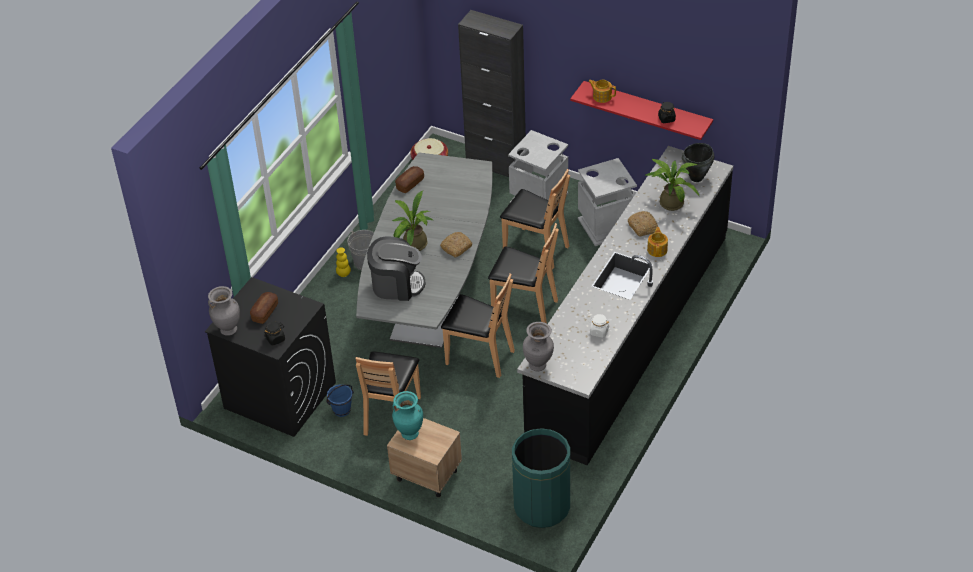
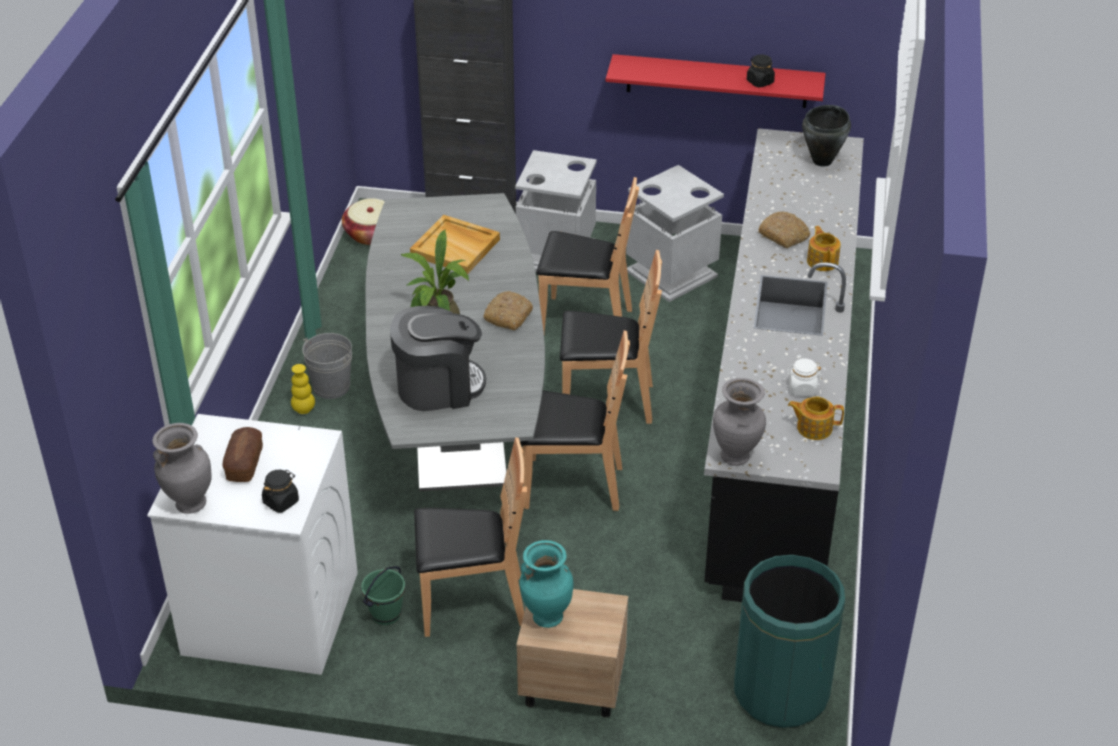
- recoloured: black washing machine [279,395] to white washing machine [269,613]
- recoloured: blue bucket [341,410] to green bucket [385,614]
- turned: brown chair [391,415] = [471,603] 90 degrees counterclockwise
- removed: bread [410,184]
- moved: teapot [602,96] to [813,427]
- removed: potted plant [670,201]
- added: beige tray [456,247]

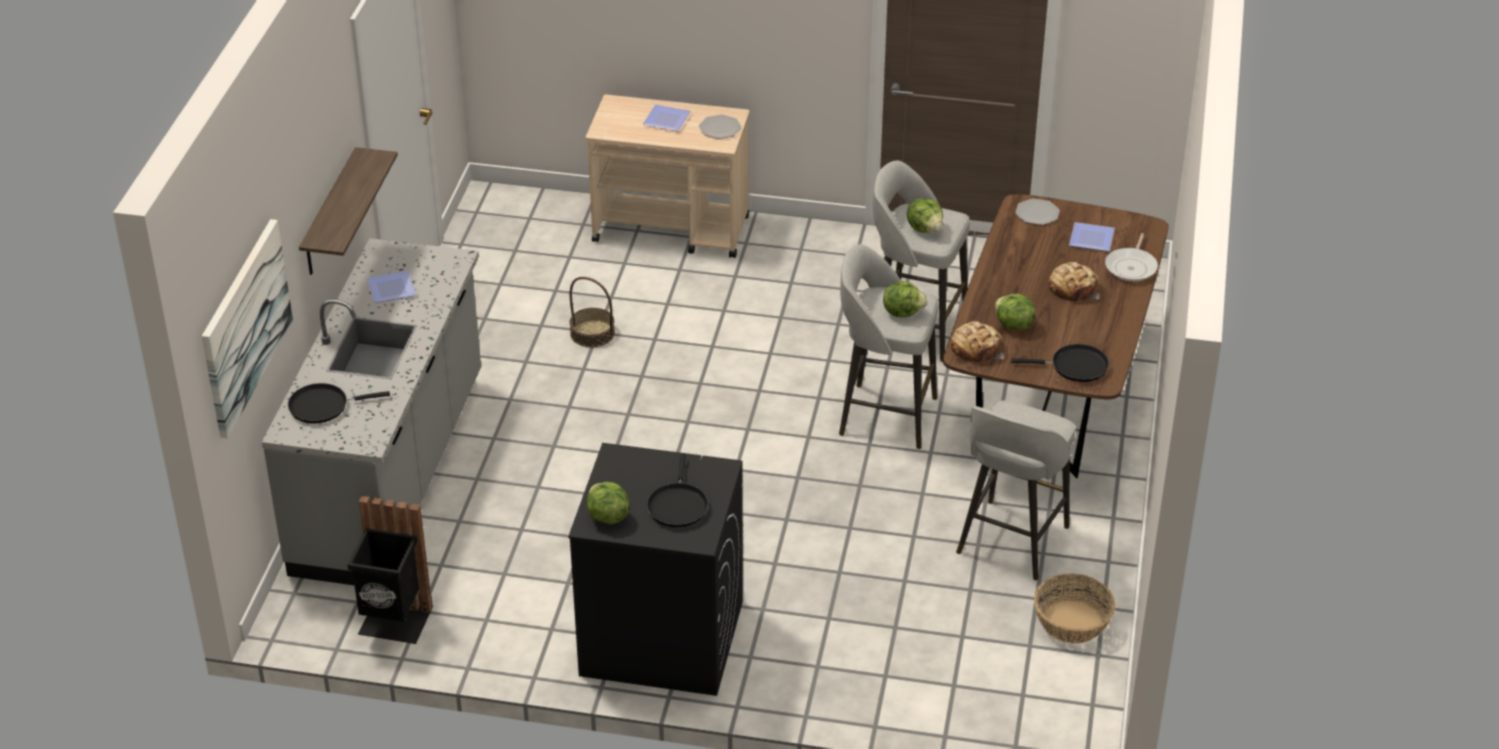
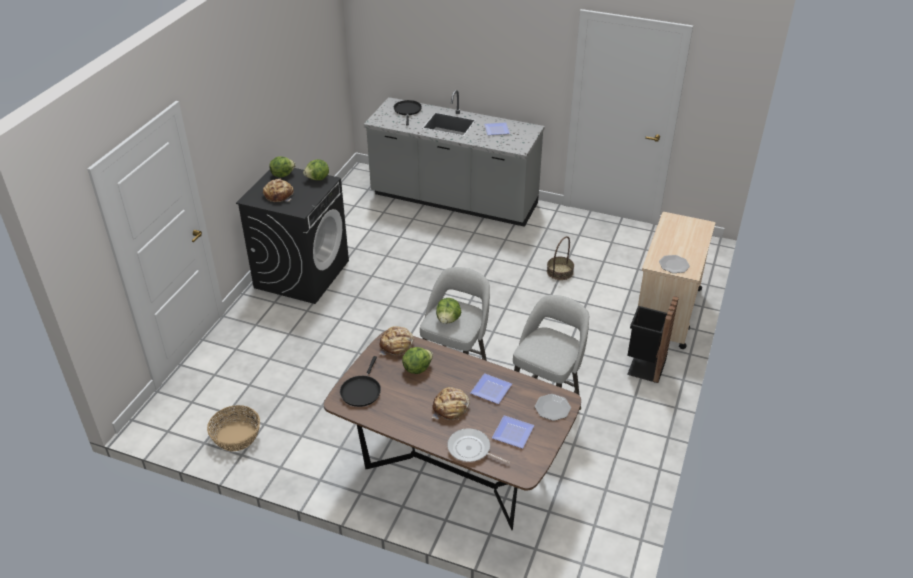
- removed: picture [245,326]
- removed: shelf [330,214]
- moved: black trash can [394,623] to [644,366]
- moved: plate [666,119] to [492,389]
- replaced: black frying pan [677,505] to bread [279,195]
- moved: lettuce [925,228] to [318,179]
- removed: grey stool [1010,542]

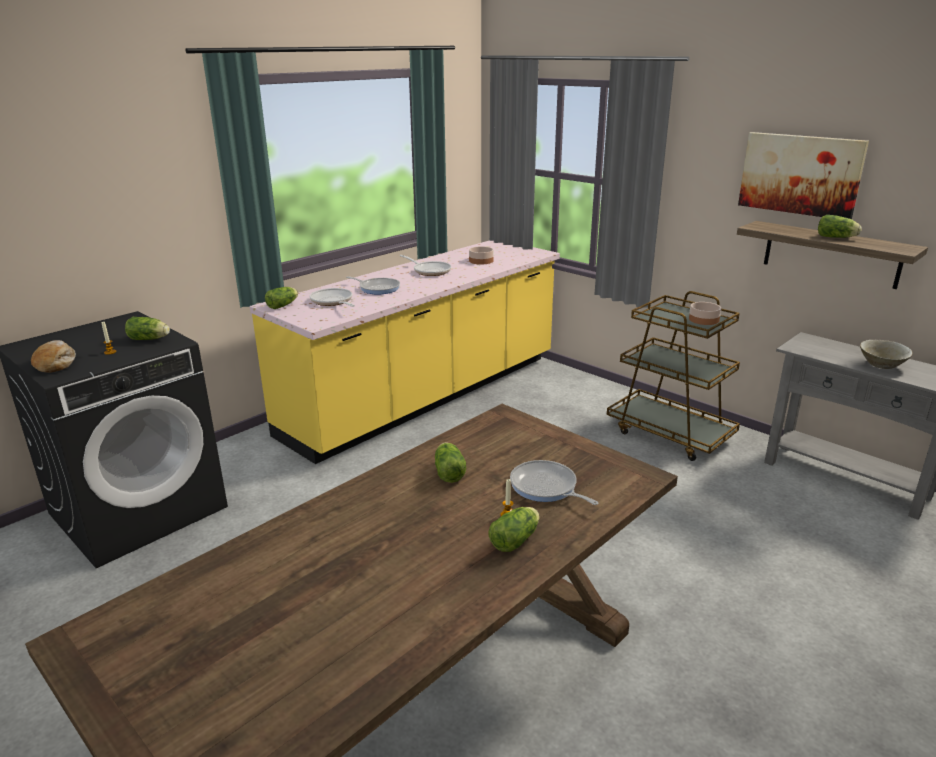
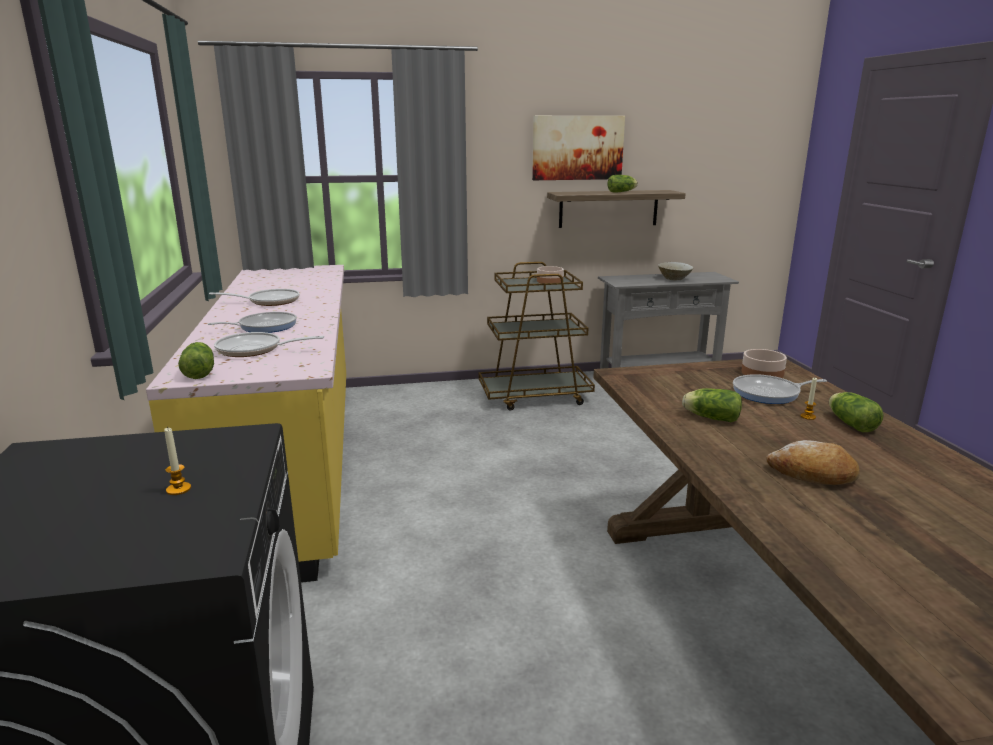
- moved: bread [56,363] to [812,474]
- removed: lettuce [150,339]
- moved: bowl [481,261] to [762,373]

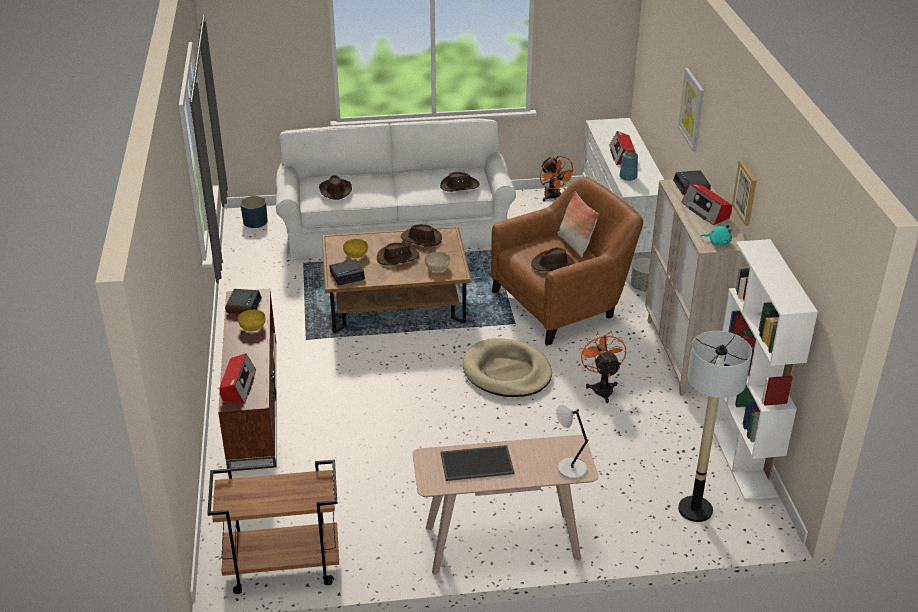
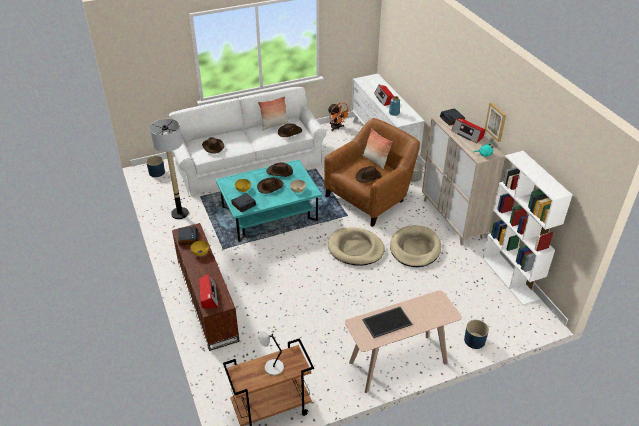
- recoloured: brown coffee table [396,302] to turquoise coffee table [269,213]
- moved: grey table lamp [570,468] to [272,367]
- replaced: orange fan [602,387] to beige dog bed [415,248]
- removed: picture [692,109]
- moved: floor lamp [695,509] to [180,213]
- added: pillow [274,125]
- added: blue planter [474,340]

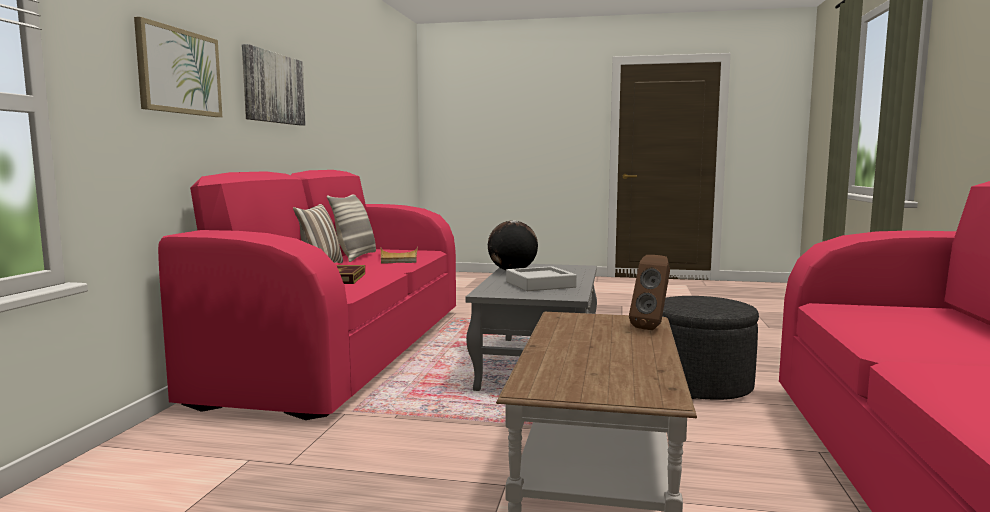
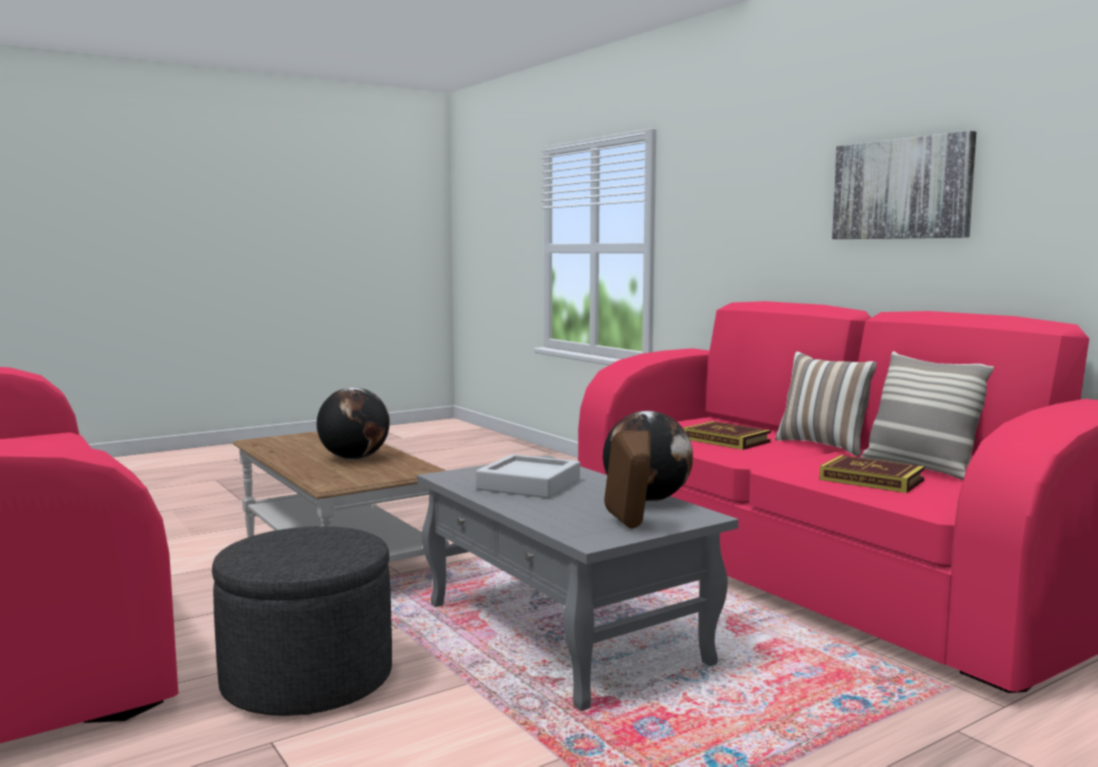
- removed: picture [179,71]
- replaced: beige tray [399,258] to book [871,480]
- moved: brown speaker [652,328] to [631,528]
- added: globe [354,458]

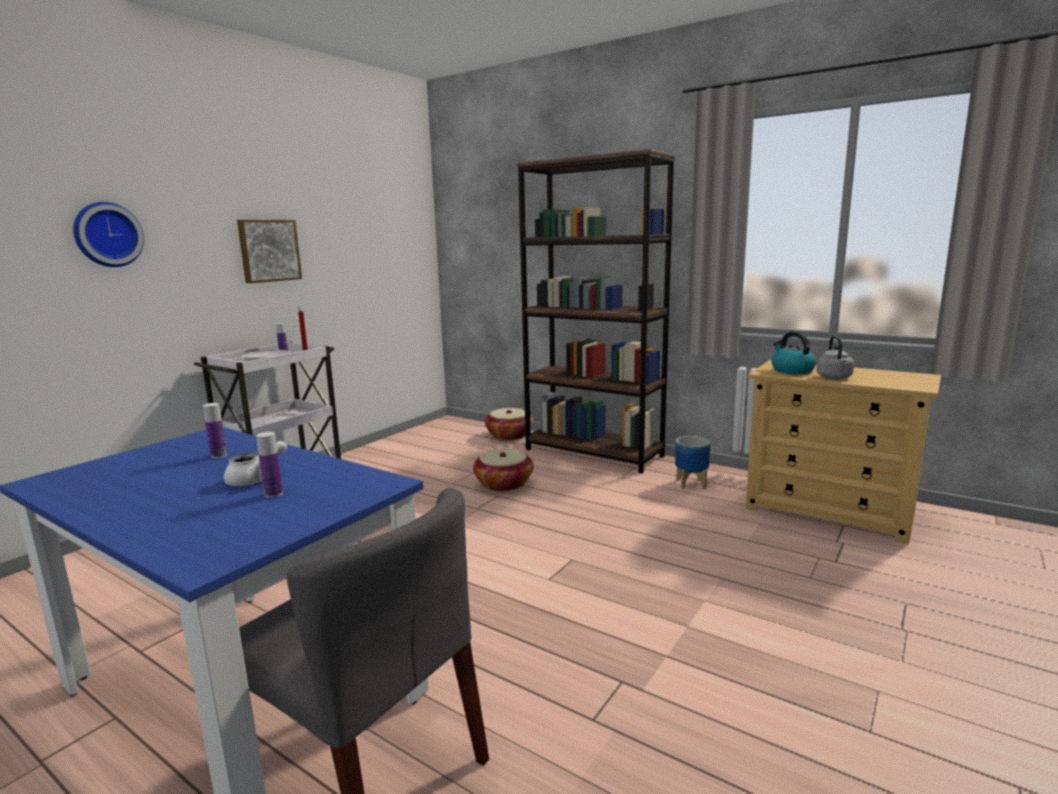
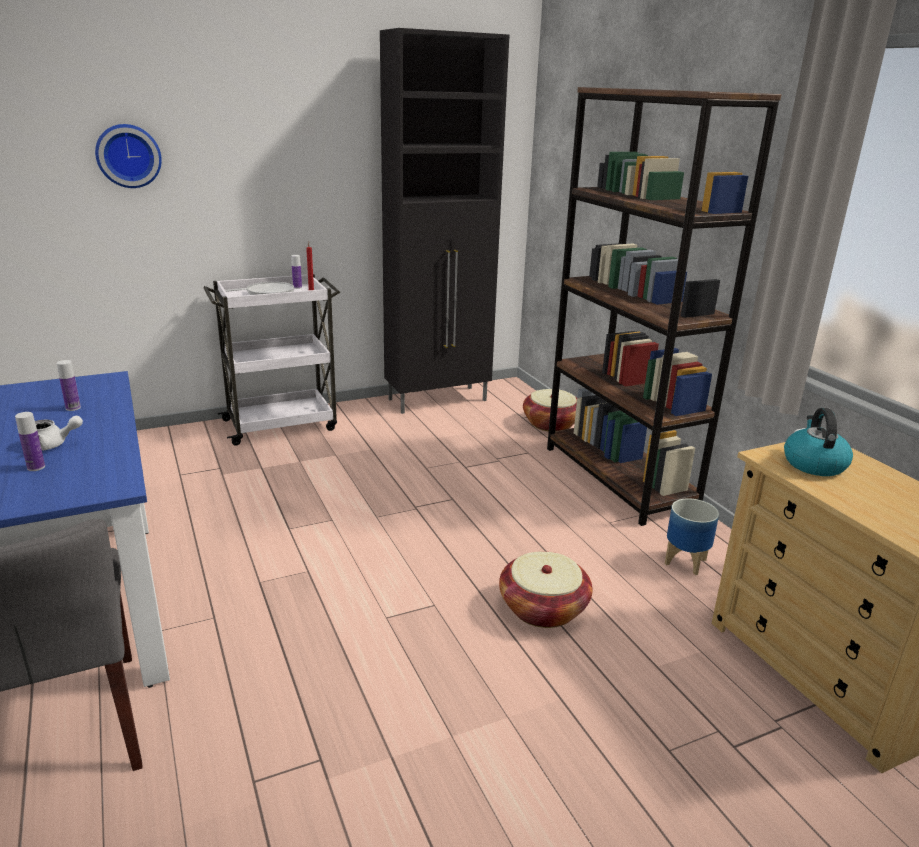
- removed: picture [268,250]
- moved: basket [504,484] to [543,608]
- removed: grey kettle [834,378]
- added: black cabinet [439,400]

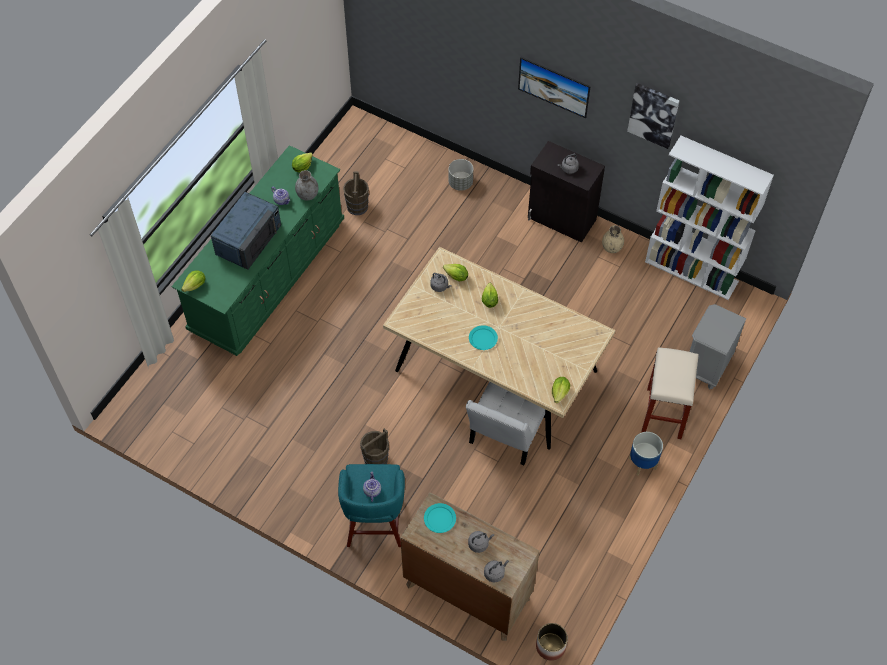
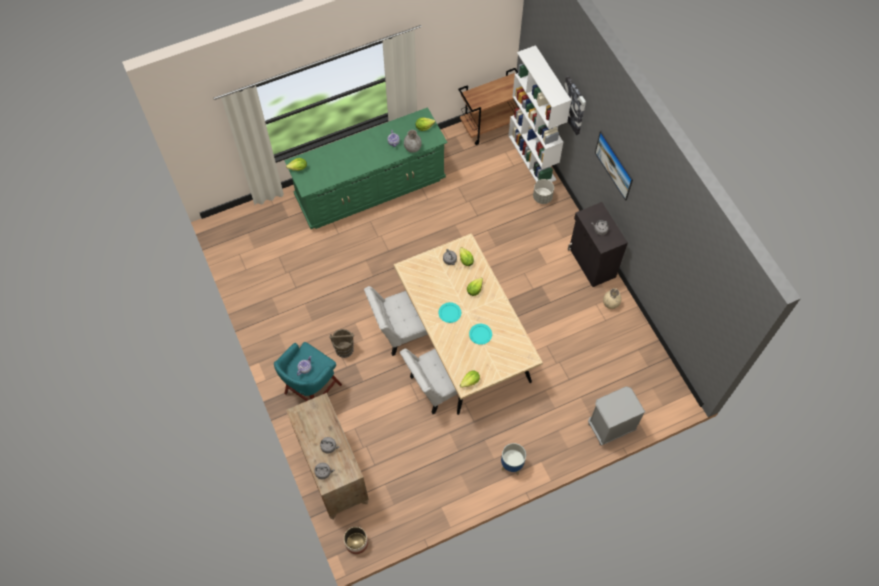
- removed: blue microwave [248,239]
- removed: brown bucket [357,207]
- moved: turquoise plate [440,519] to [480,334]
- moved: picture [653,114] to [574,105]
- removed: beige stool [664,414]
- moved: white bookcase [692,271] to [532,157]
- added: white chair [402,330]
- added: brown cart [491,125]

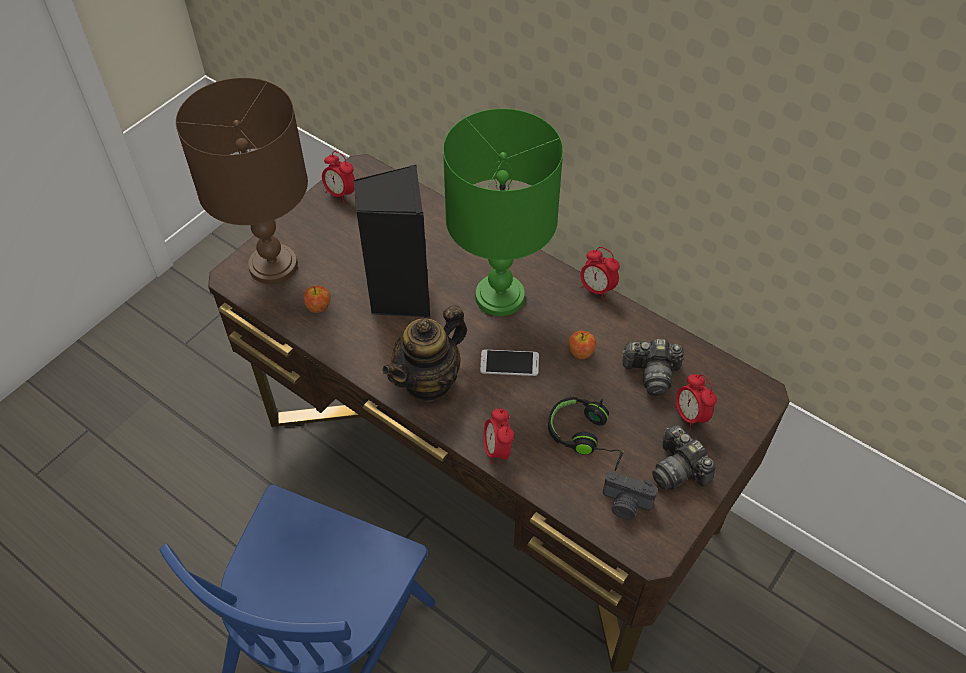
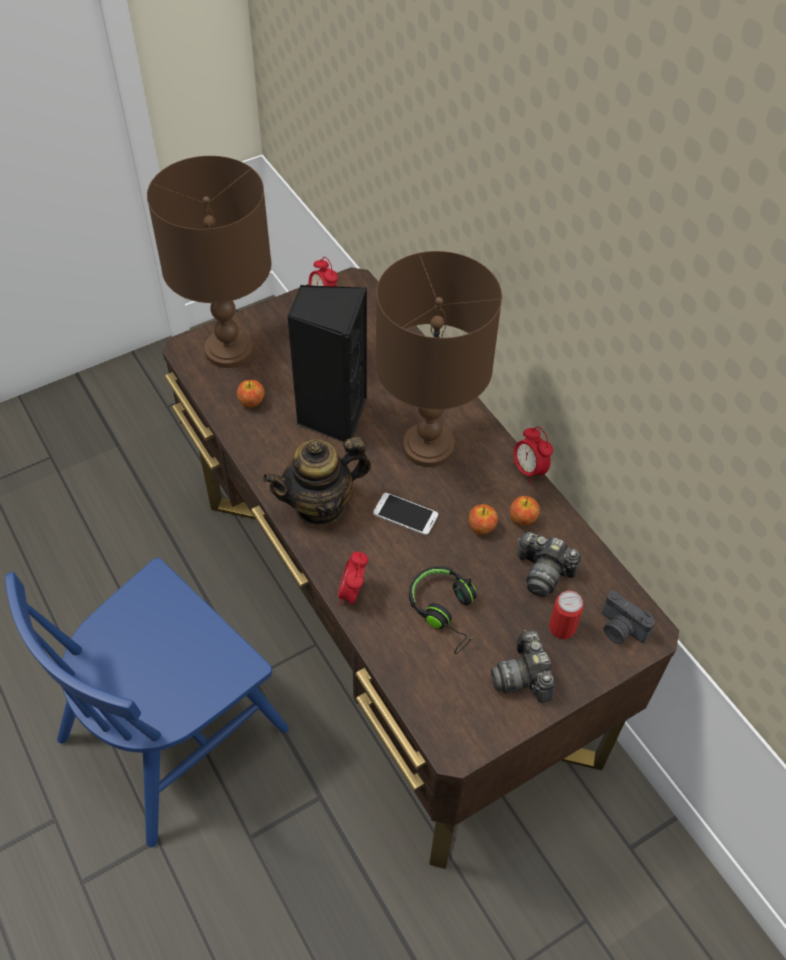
- recoloured: green table lamp [500,297] to brown table lamp [428,447]
- moved: photo camera [625,504] to [620,629]
- replaced: alarm clock [690,415] to can [562,627]
- added: apple [523,519]

